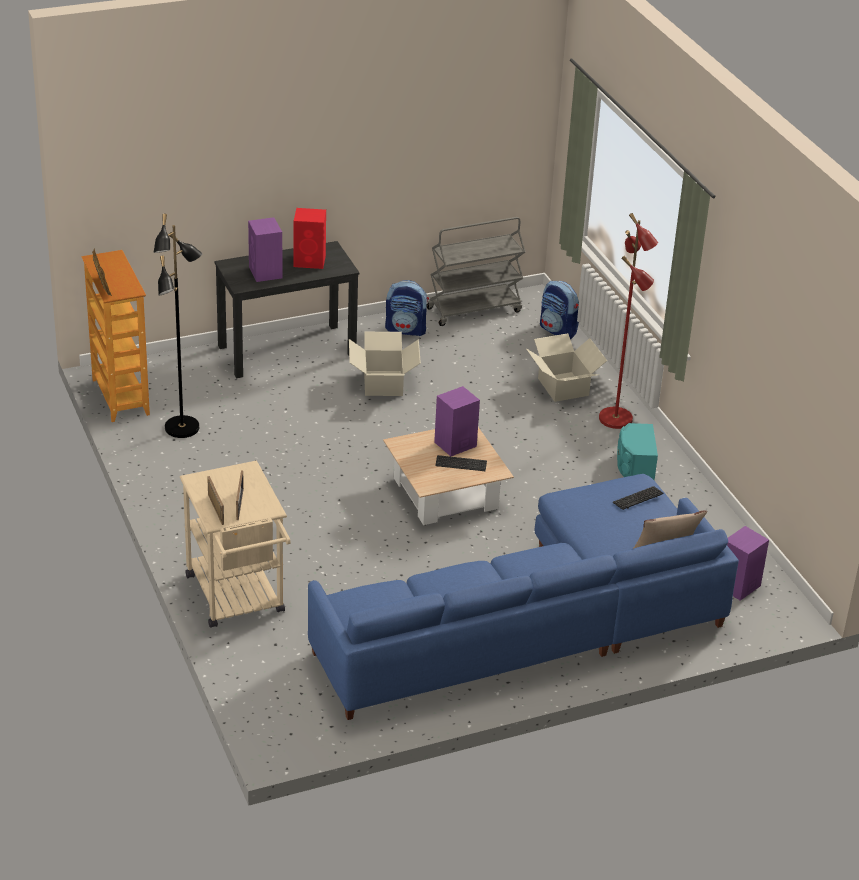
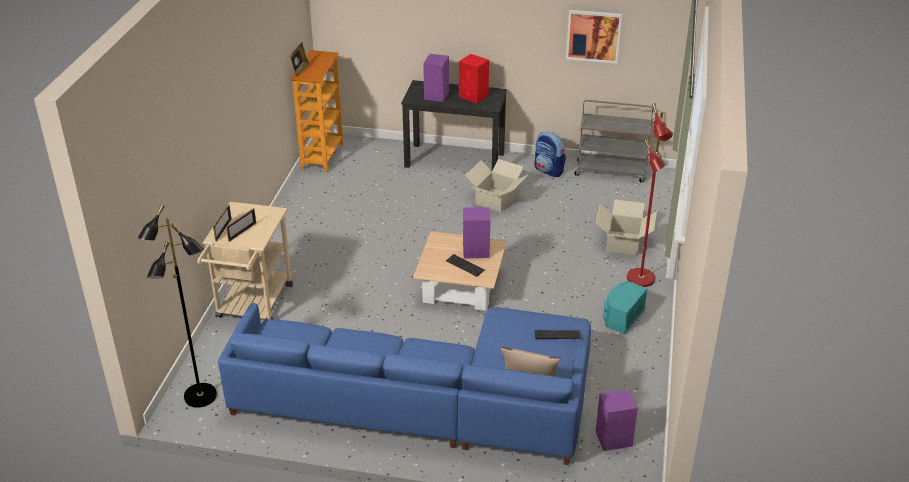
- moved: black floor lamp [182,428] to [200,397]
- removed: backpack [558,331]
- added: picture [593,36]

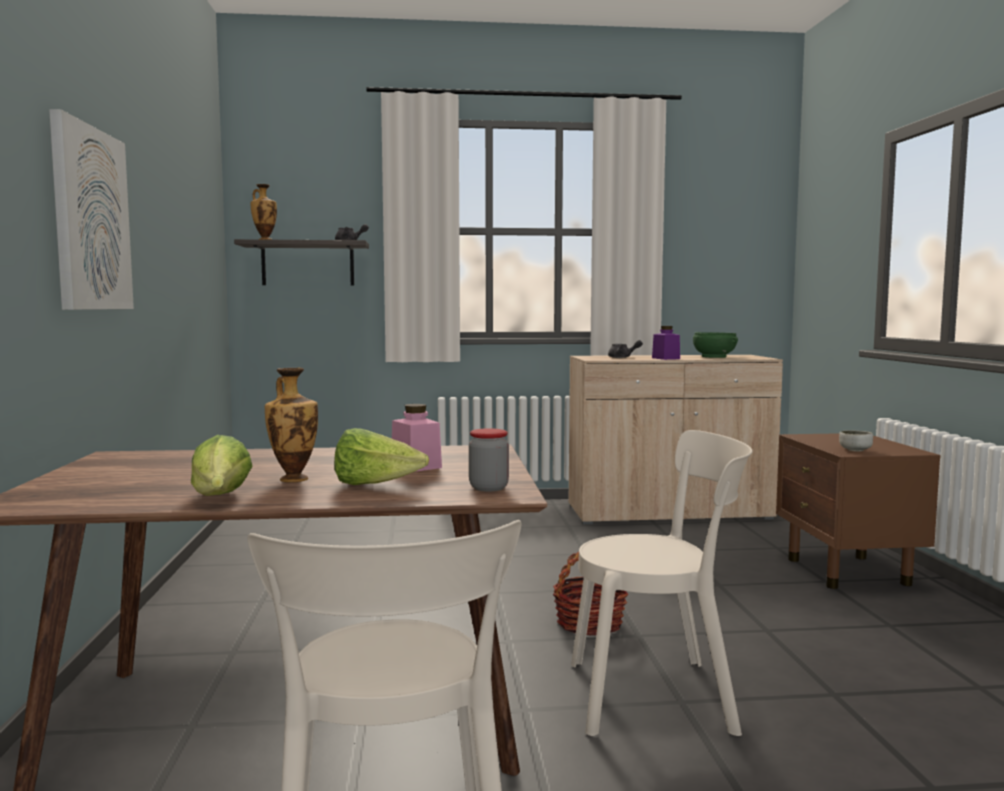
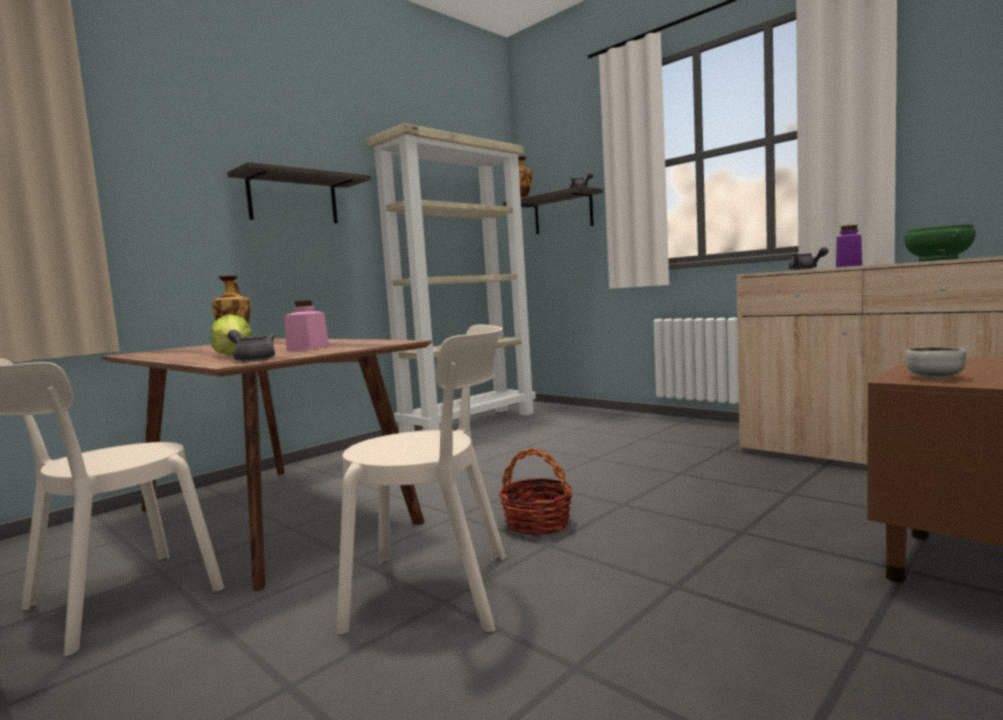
- replaced: picture [90,219] to shelf [293,199]
- removed: lettuce [220,499]
- replaced: jar [488,488] to grey teapot [252,359]
- turned: beige chair [659,696] = [440,591] 45 degrees counterclockwise
- added: beige bookcase [470,424]

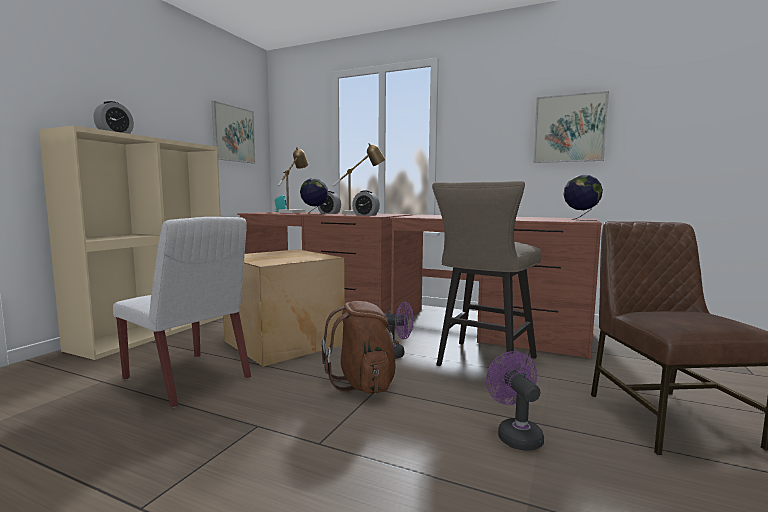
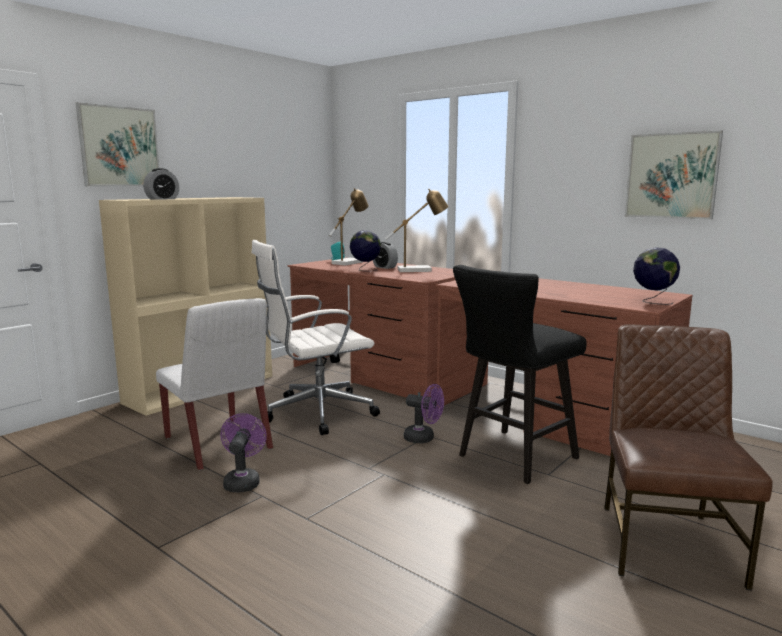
- moved: picture [233,134] to [119,147]
- replaced: cardboard box [282,342] to white office chair [316,412]
- removed: brown backpack [364,384]
- removed: alarm clock [365,215]
- recoloured: beige stool [483,363] to black stool [511,458]
- moved: purple fan [515,435] to [243,481]

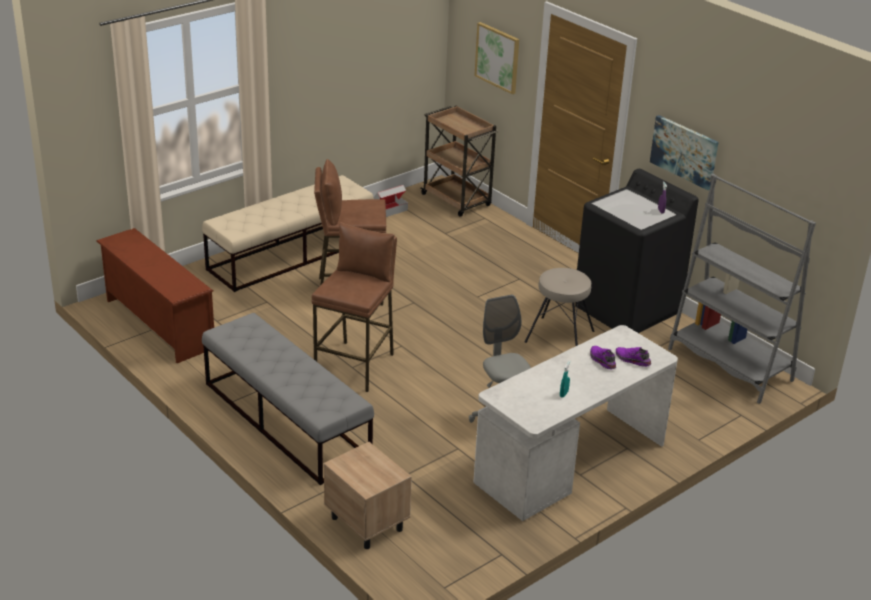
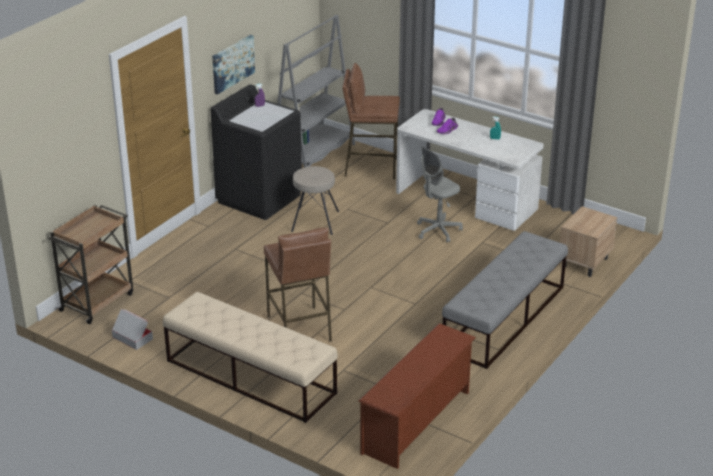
- moved: brown stool [355,366] to [370,167]
- removed: picture [497,57]

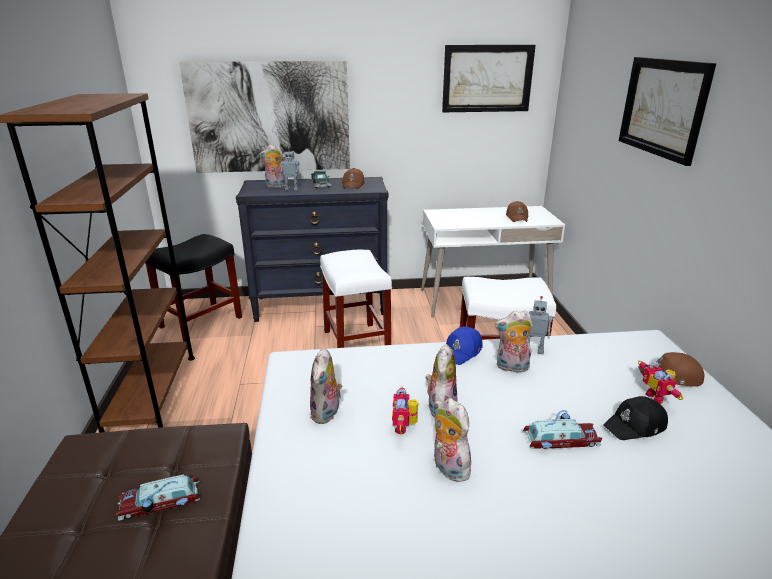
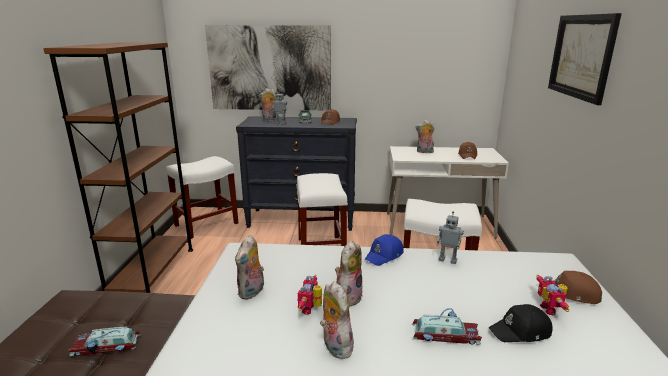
- recoloured: black stool [201,321] to white stool [207,224]
- removed: picture [487,78]
- moved: plush toy [511,368] to [424,152]

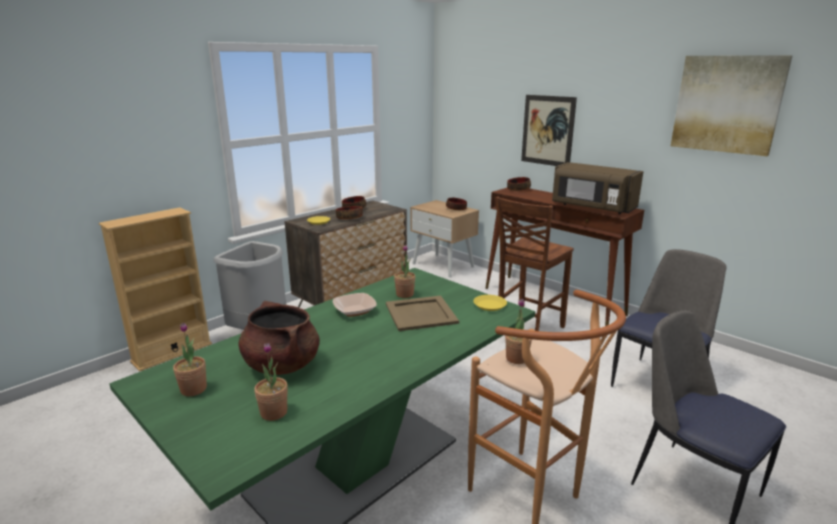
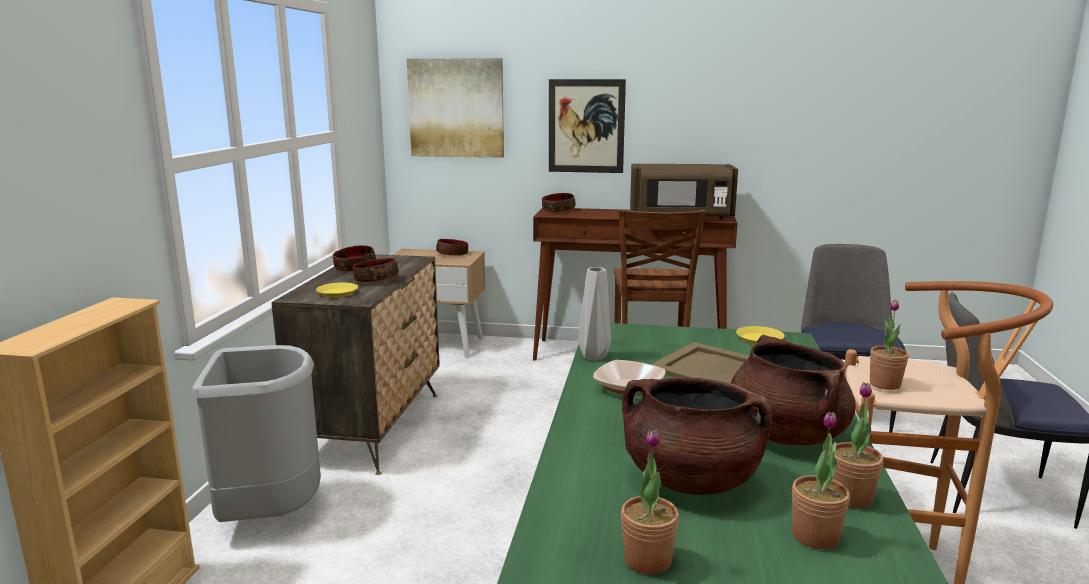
- moved: potted plant [404,294] to [850,498]
- moved: picture [727,104] to [456,108]
- added: grey vase [596,356]
- added: brown cooking pot [786,434]

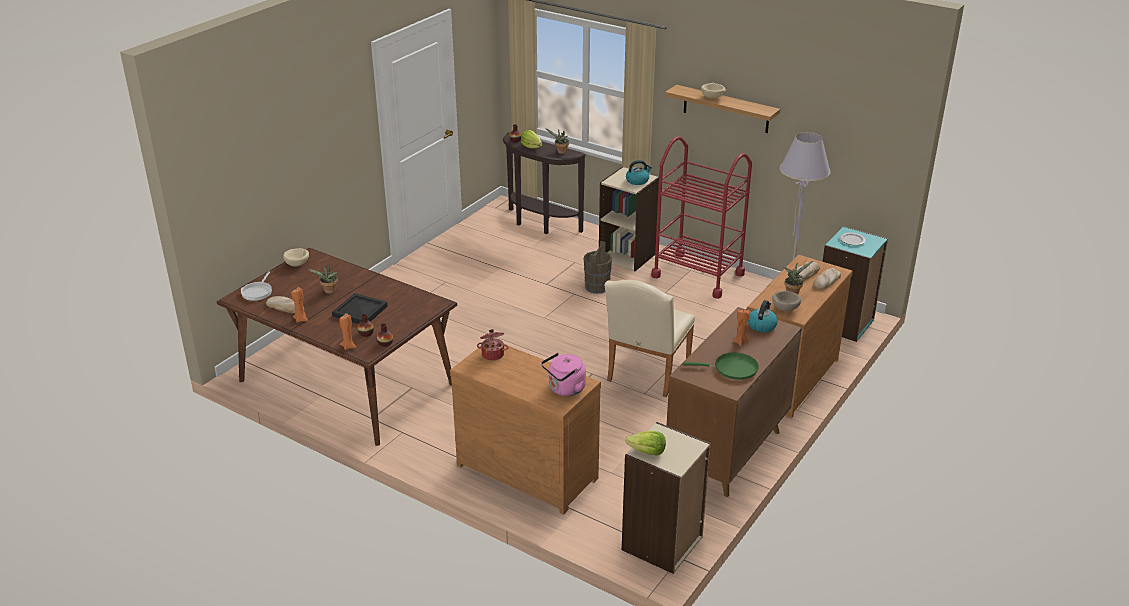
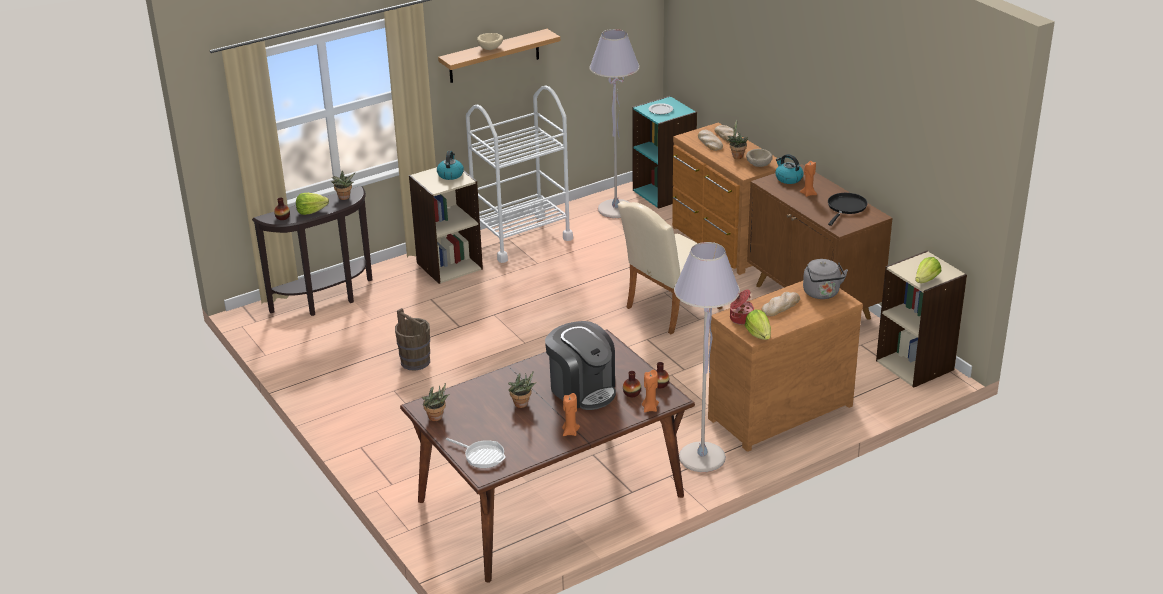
- moved: bread [285,307] to [780,306]
- replaced: beige bowl [297,264] to potted plant [437,418]
- replaced: black tray [361,311] to coffee machine [582,390]
- recoloured: pink kettle [565,389] to grey kettle [822,294]
- moved: brown bucket [597,287] to [415,361]
- turned: beige chair [646,374] = [669,310] 90 degrees clockwise
- recoloured: red cart [698,275] to white cart [521,238]
- recoloured: green frying pan [732,369] to black frying pan [846,207]
- added: grey floor lamp [702,458]
- added: lettuce [759,335]

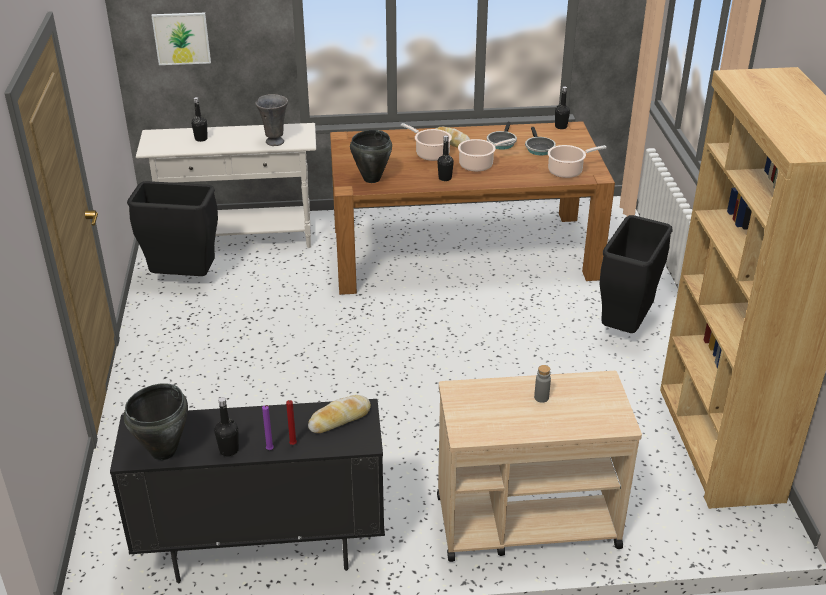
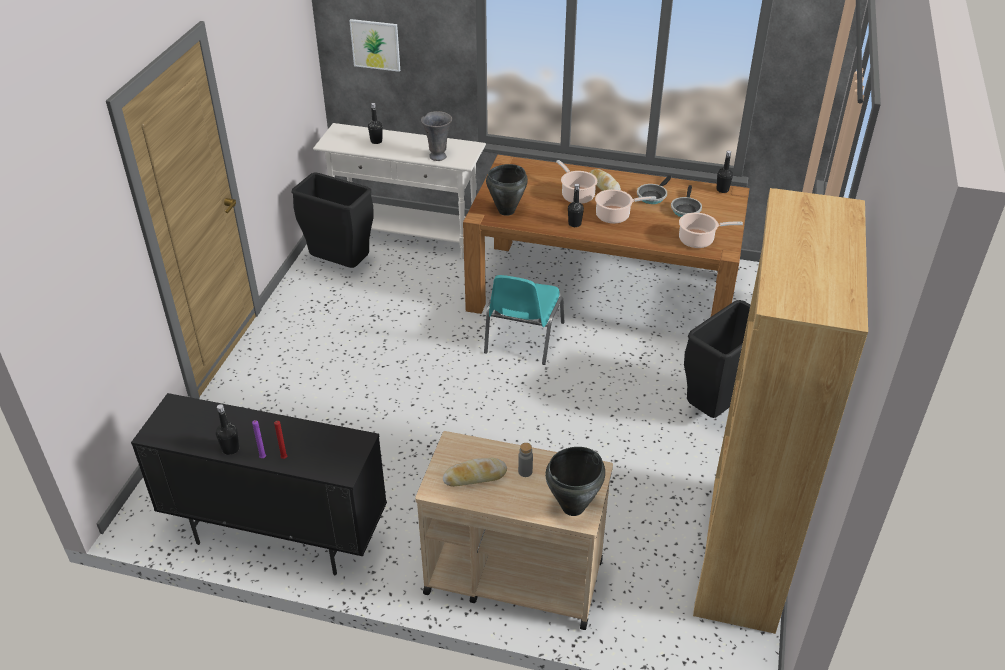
- moved: black cooking pot [164,451] to [573,507]
- moved: bread [339,419] to [475,476]
- added: turquoise chair [522,338]

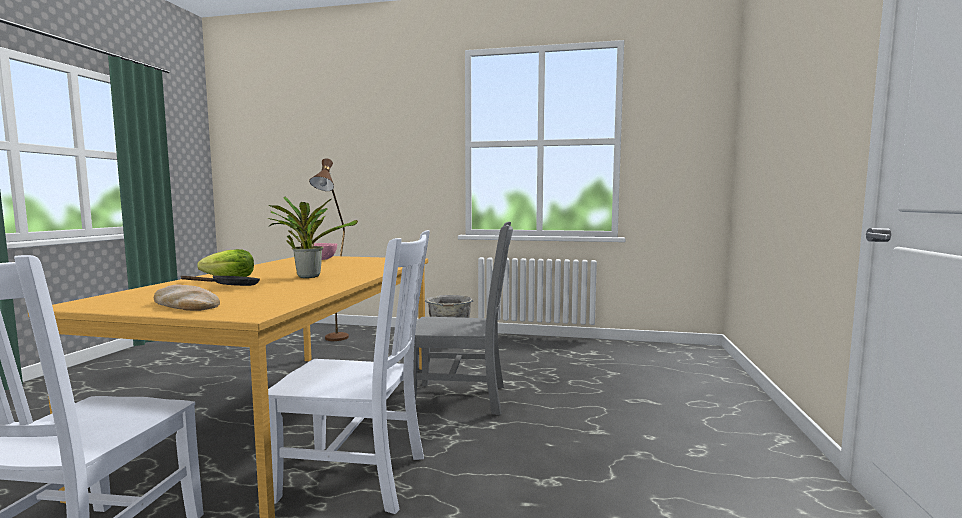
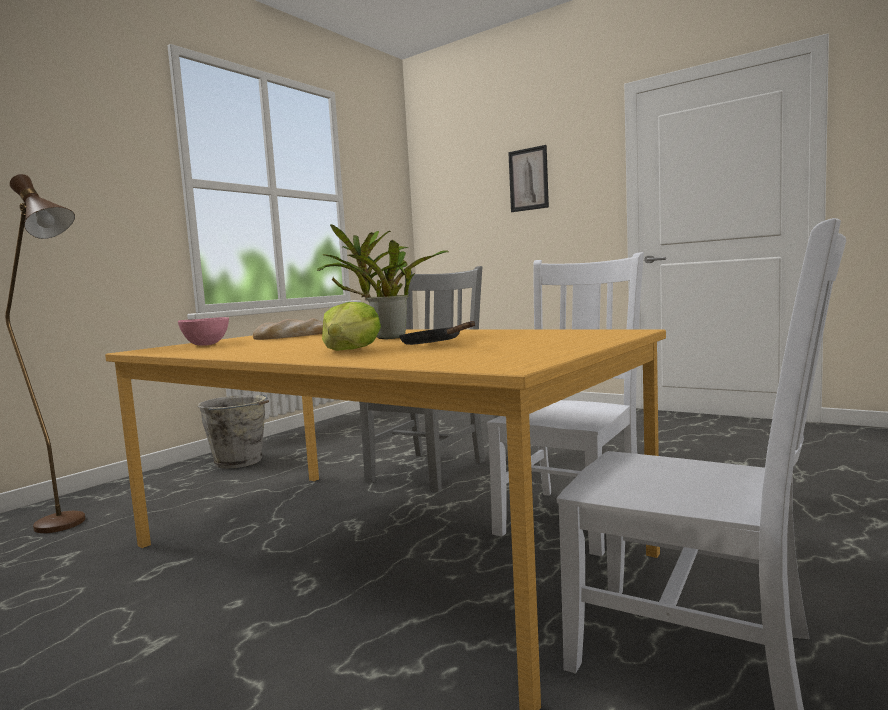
- moved: bread [185,304] to [292,336]
- added: picture [528,179]

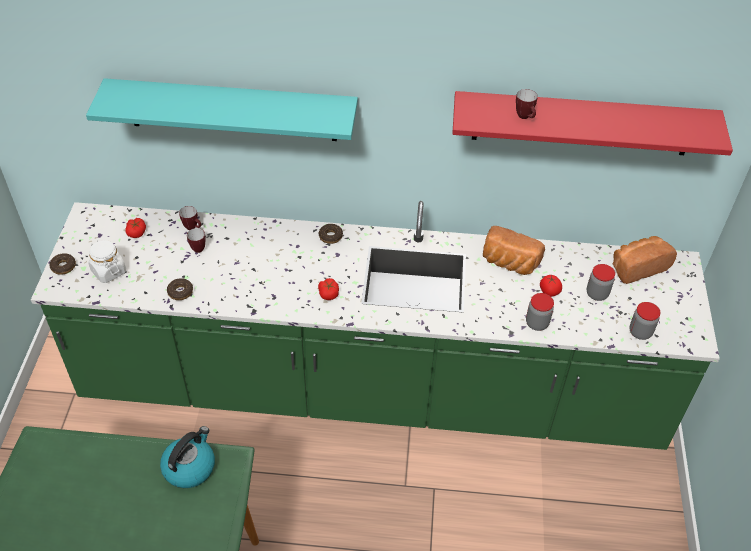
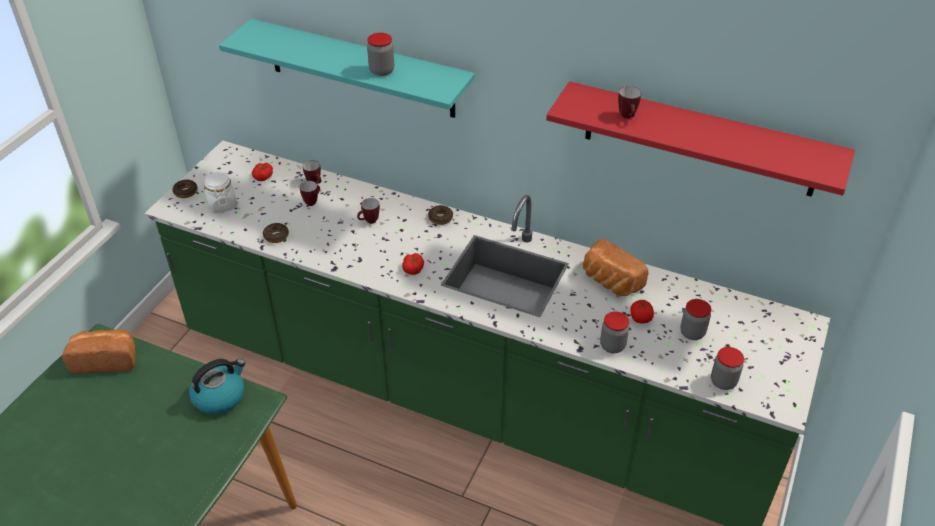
- moved: bread [637,267] to [106,359]
- added: mug [369,222]
- added: jar [382,71]

